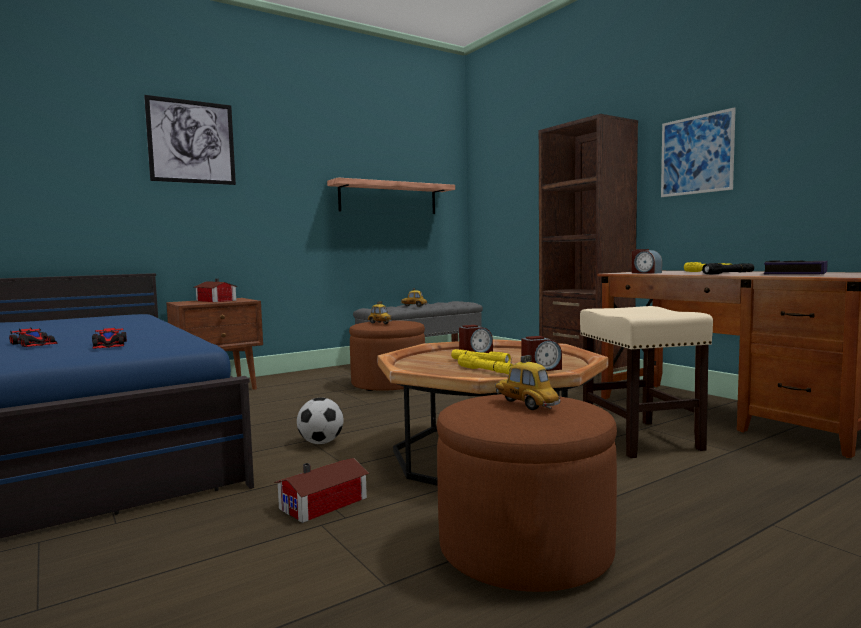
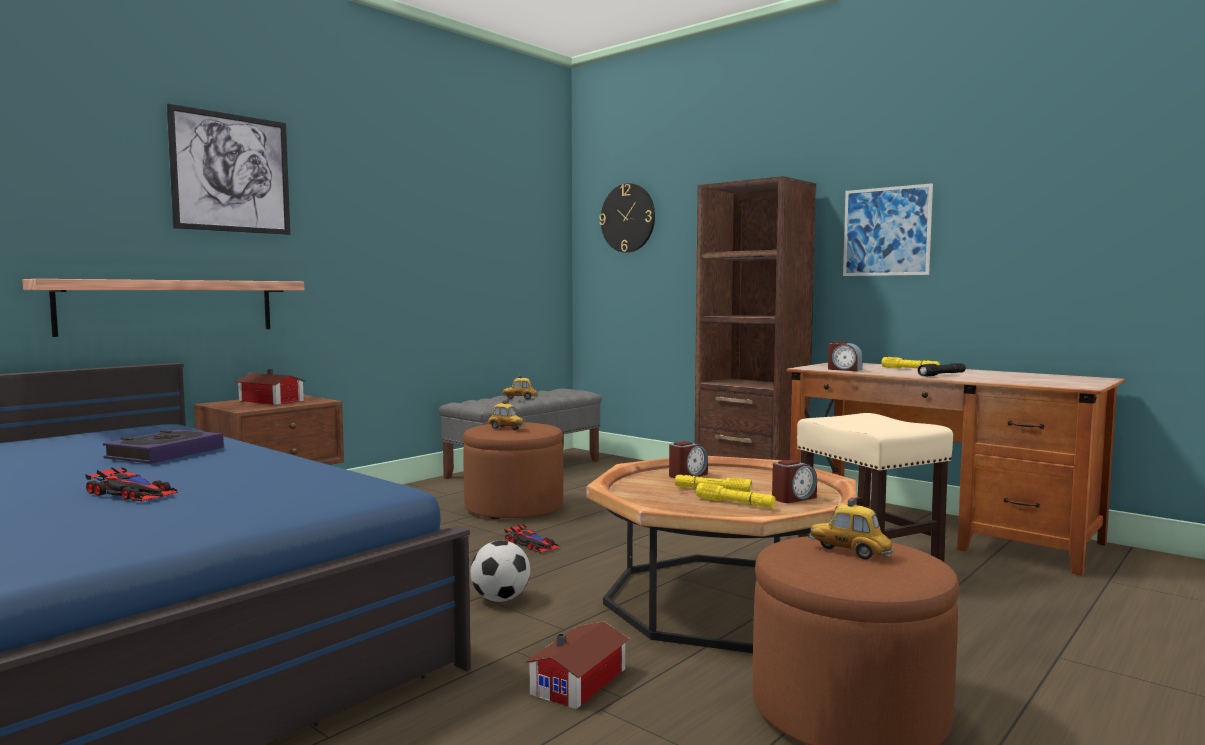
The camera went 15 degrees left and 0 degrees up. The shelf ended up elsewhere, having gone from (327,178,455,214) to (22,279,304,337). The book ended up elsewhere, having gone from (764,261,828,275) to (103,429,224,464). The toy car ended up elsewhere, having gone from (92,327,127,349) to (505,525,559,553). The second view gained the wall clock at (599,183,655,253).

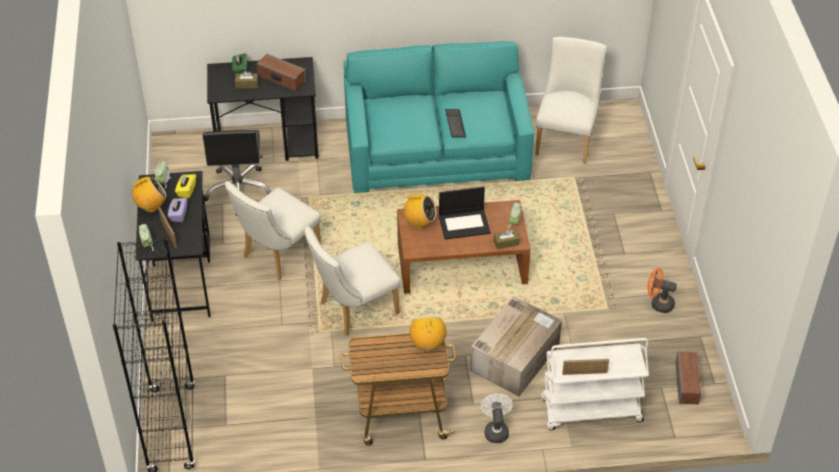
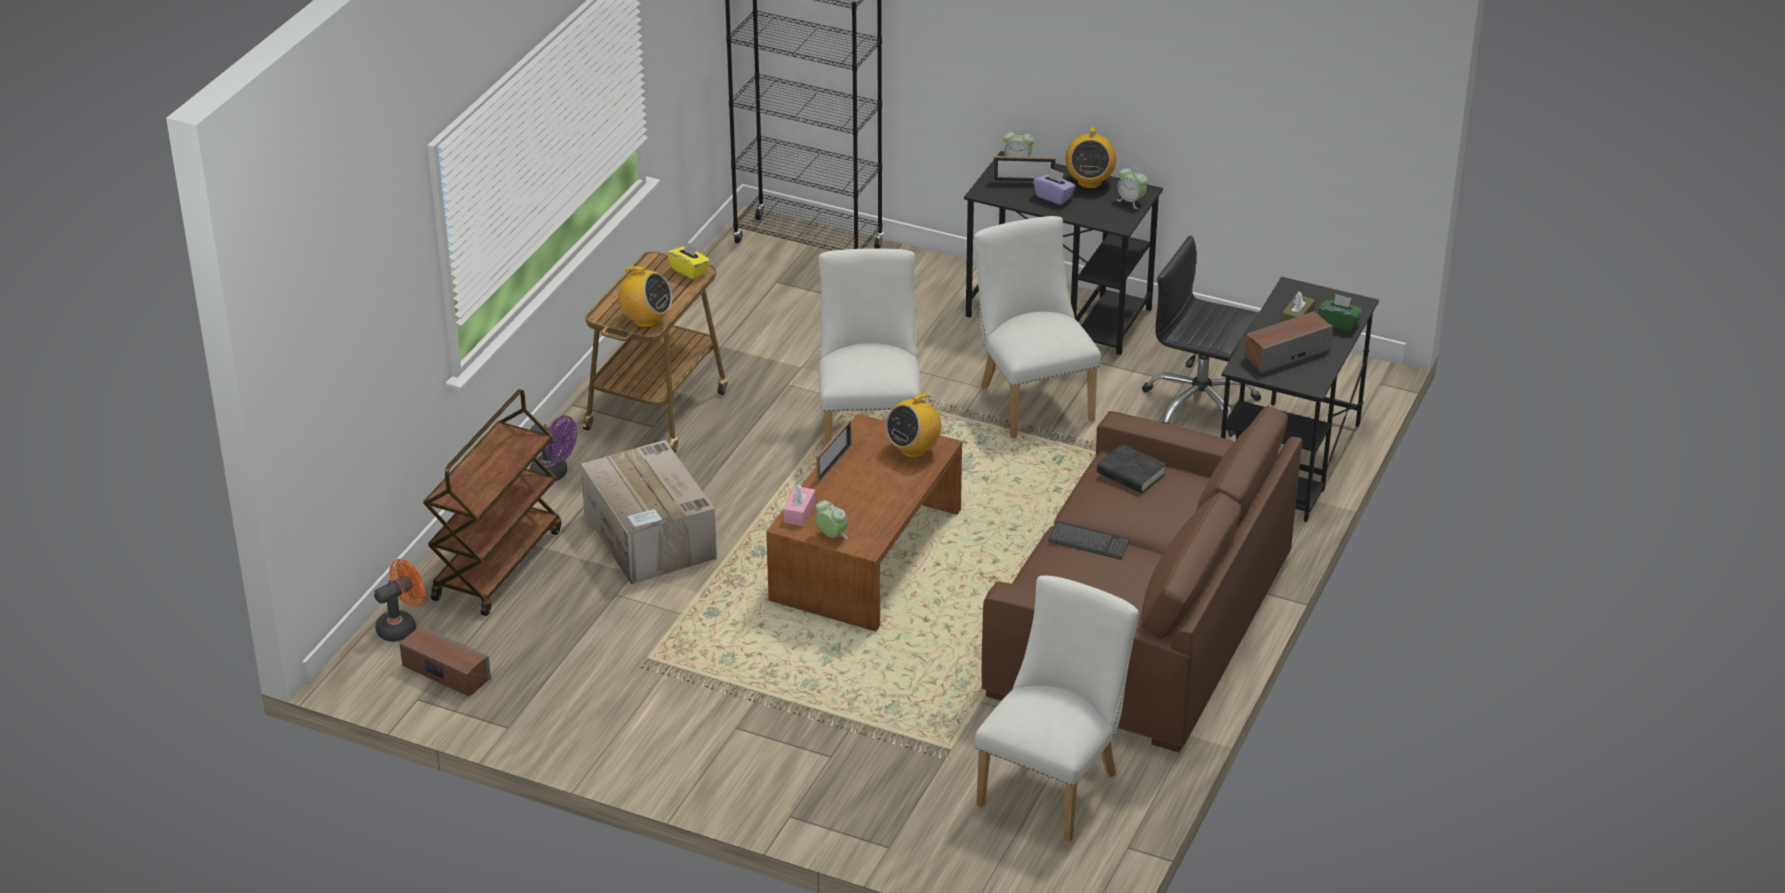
The camera went 120 degrees right and 10 degrees down. The white chair at (535,37,607,164) ended up facing another way, 105 degrees counterclockwise from before. What was the turquoise sofa at (344,41,534,193) turned into the brown sofa at (981,405,1302,752). The yellow tissue box ended up elsewhere, having gone from (175,174,196,198) to (667,242,710,280). The second view lost the laptop at (439,187,491,240). What was the brown tissue box at (494,230,520,249) turned into the pink tissue box at (783,484,815,526). The orange fan ended up elsewhere, having gone from (647,268,677,313) to (374,559,425,642). What was the white cart at (541,338,649,430) turned into the brown cart at (423,389,561,616). The picture frame ended up elsewhere, having gone from (562,359,609,375) to (816,420,851,482). What was the white fan at (480,394,513,443) turned into the purple fan at (530,416,577,481). The second view gained the black book at (1097,444,1166,493).

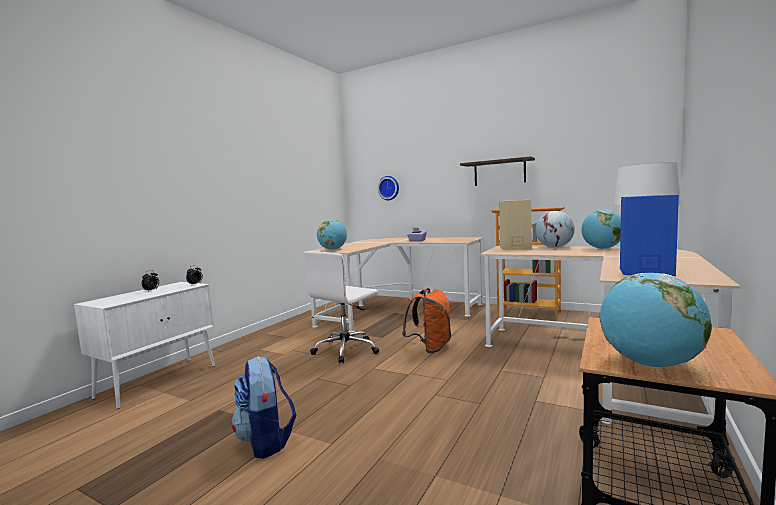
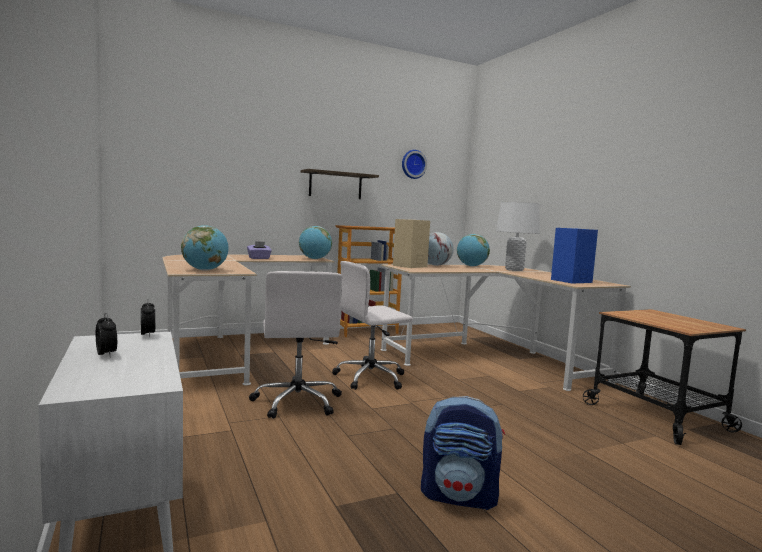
The camera went 55 degrees left and 0 degrees up. The wall clock ended up elsewhere, having gone from (378,176,399,200) to (402,150,427,179). The globe ended up elsewhere, having gone from (600,273,712,367) to (299,226,332,259). Where the orange backpack stood at (402,288,451,353), the white office chair came to stand at (332,261,413,390).

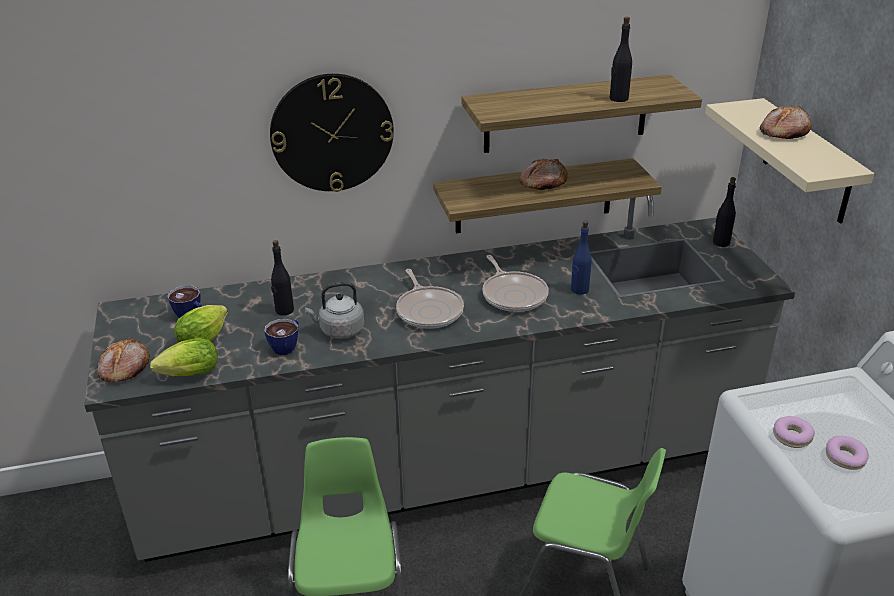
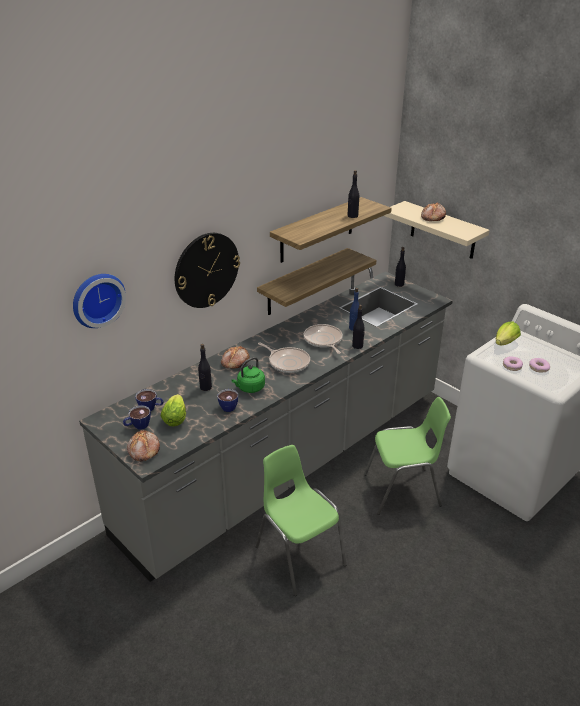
The camera went 30 degrees left and 0 degrees up. The bread ended up elsewhere, having gone from (519,158,568,190) to (221,346,250,368). The frying pan at (482,255,549,312) ended up facing another way, 150 degrees counterclockwise from before. What was the grey kettle at (304,282,364,339) turned into the green kettle at (231,357,265,393). The lettuce ended up elsewhere, having gone from (150,338,217,376) to (496,321,521,345). The second view gained the wall clock at (73,274,126,328). The second view gained the black bottle at (352,305,365,349). The second view gained the cup at (123,405,151,430).

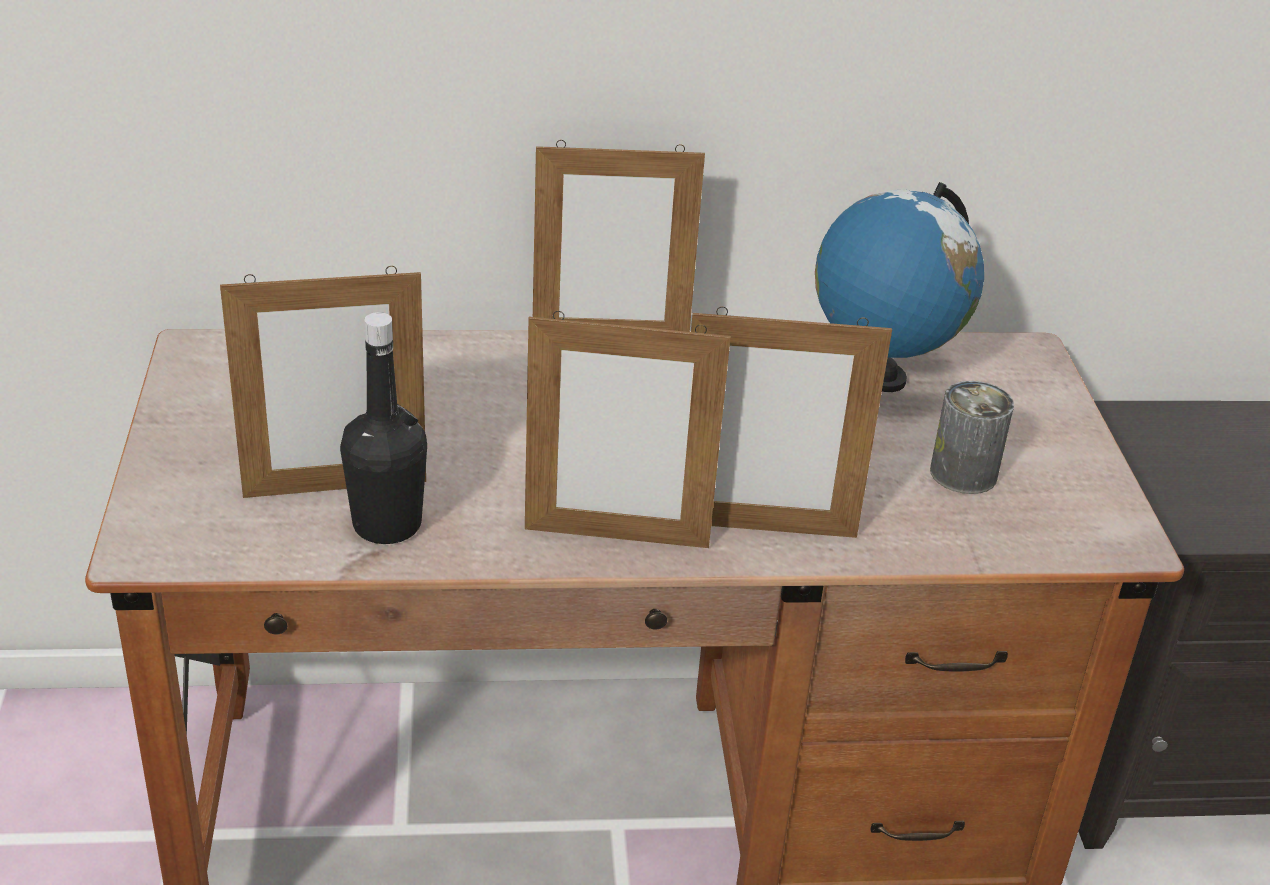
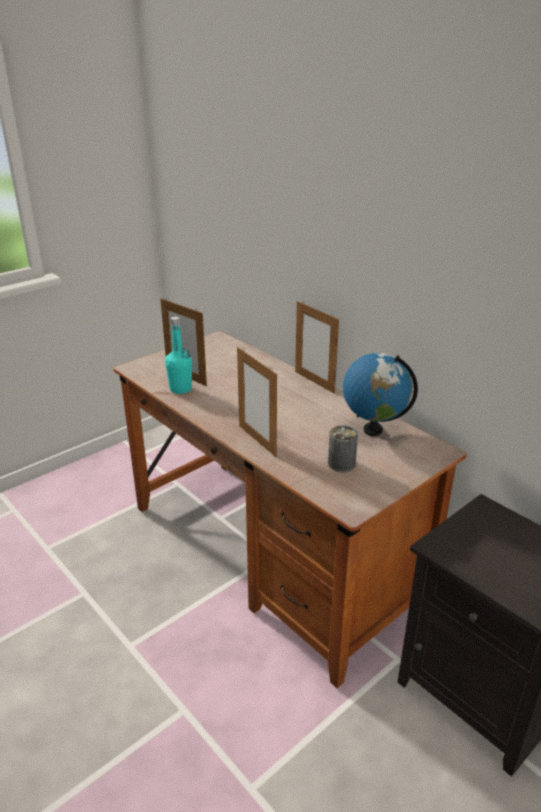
The camera went 55 degrees right and 5 degrees down. The second view lost the picture frame at (525,311,731,548). What was the black bottle at (340,312,427,544) turned into the turquoise bottle at (165,317,192,394).

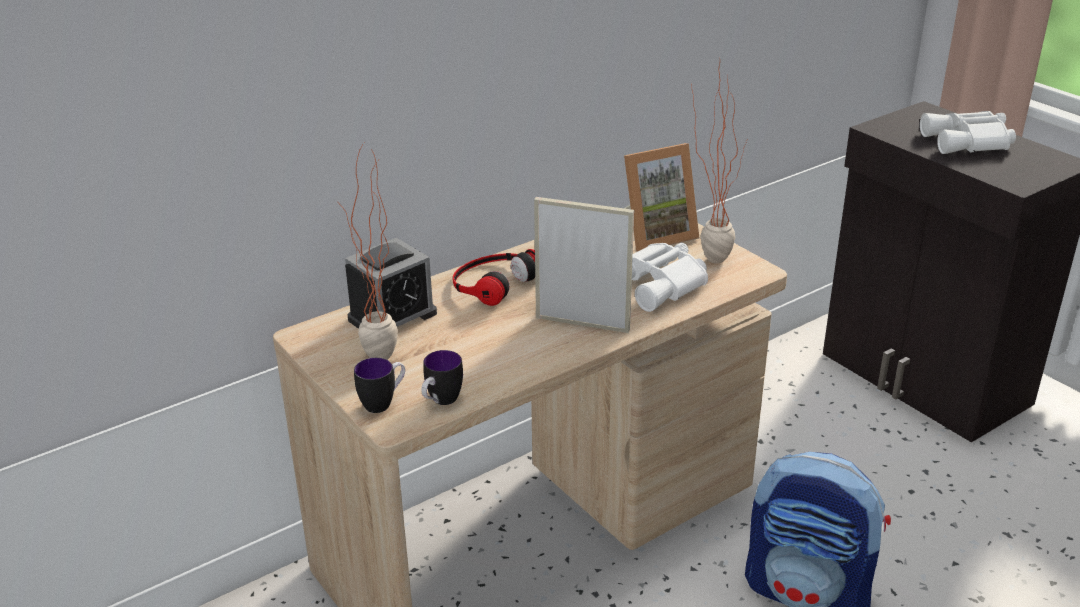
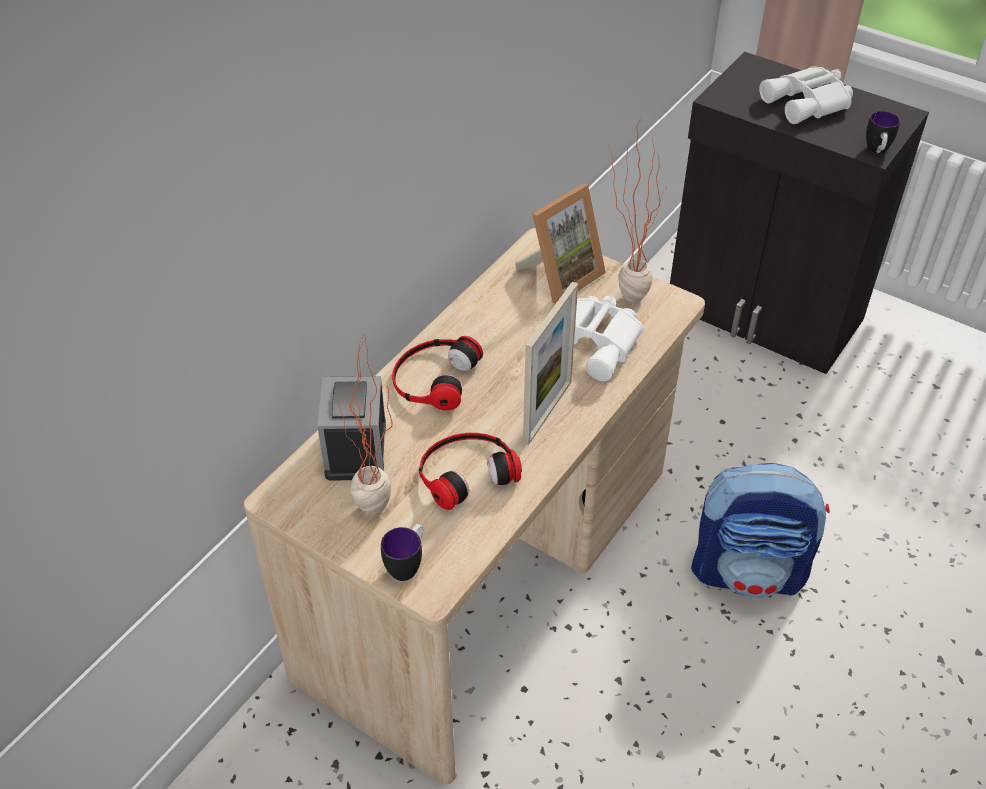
The camera went 20 degrees left and 15 degrees up. The picture frame at (534,197,634,333) ended up facing another way, 120 degrees clockwise from before. The alarm clock at (345,238,437,329) ended up facing another way, 150 degrees clockwise from before. The mug ended up elsewhere, having gone from (421,350,463,405) to (866,111,900,154). The second view gained the headphones at (419,433,522,510).

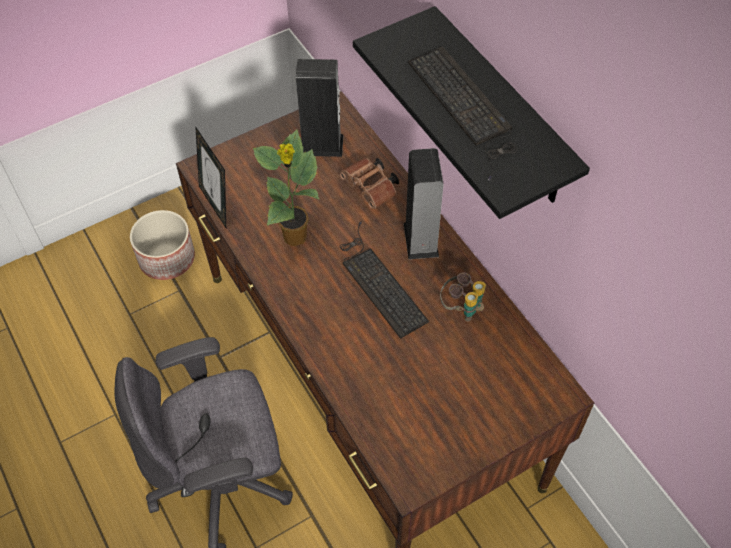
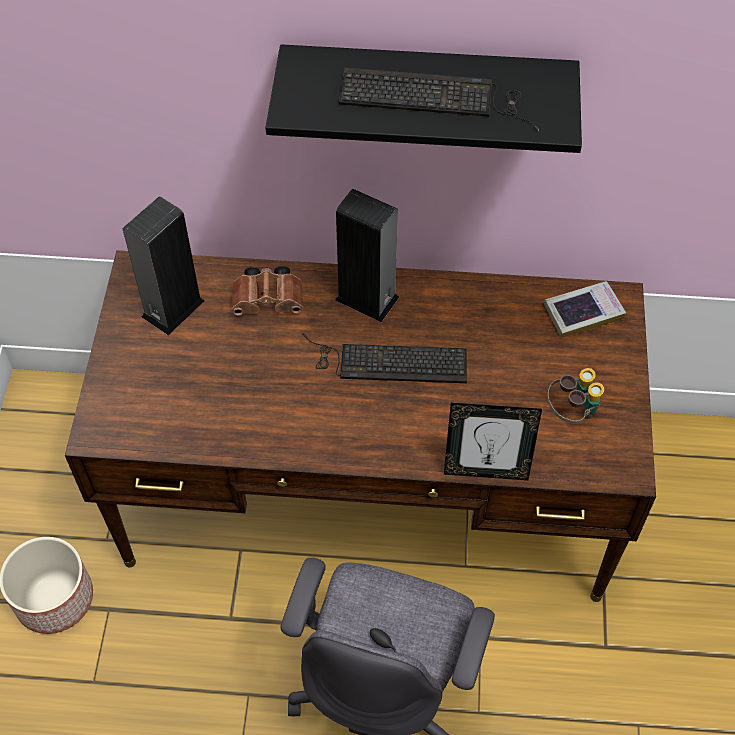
The camera went 55 degrees left and 0 degrees up. The picture frame ended up elsewhere, having gone from (195,126,226,228) to (444,403,542,480). The second view lost the potted plant at (253,130,320,246). The binoculars ended up elsewhere, having gone from (440,272,486,321) to (547,368,604,424). The second view gained the book at (544,281,626,338).

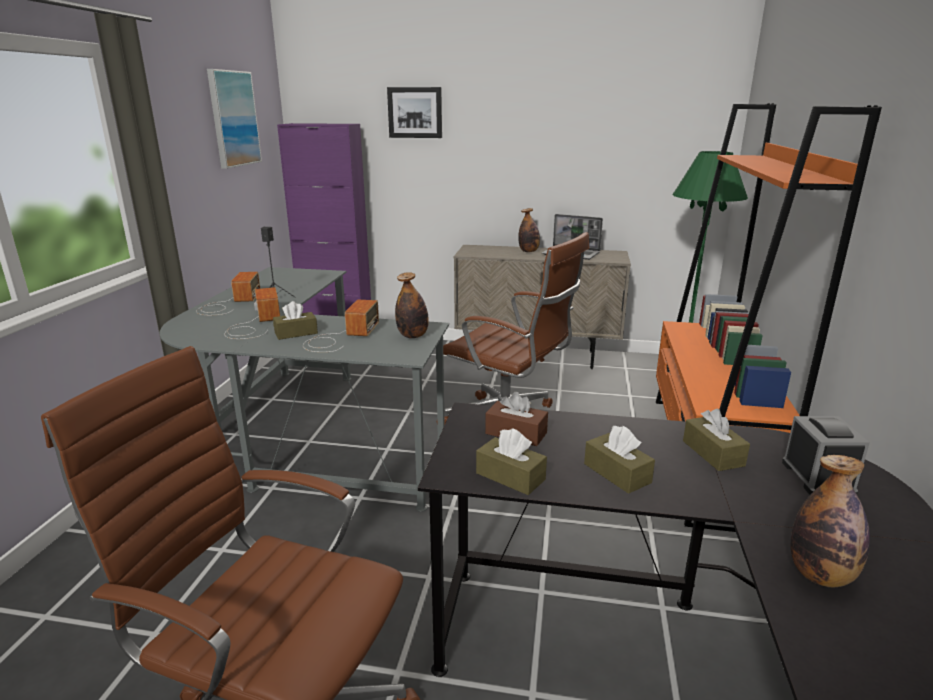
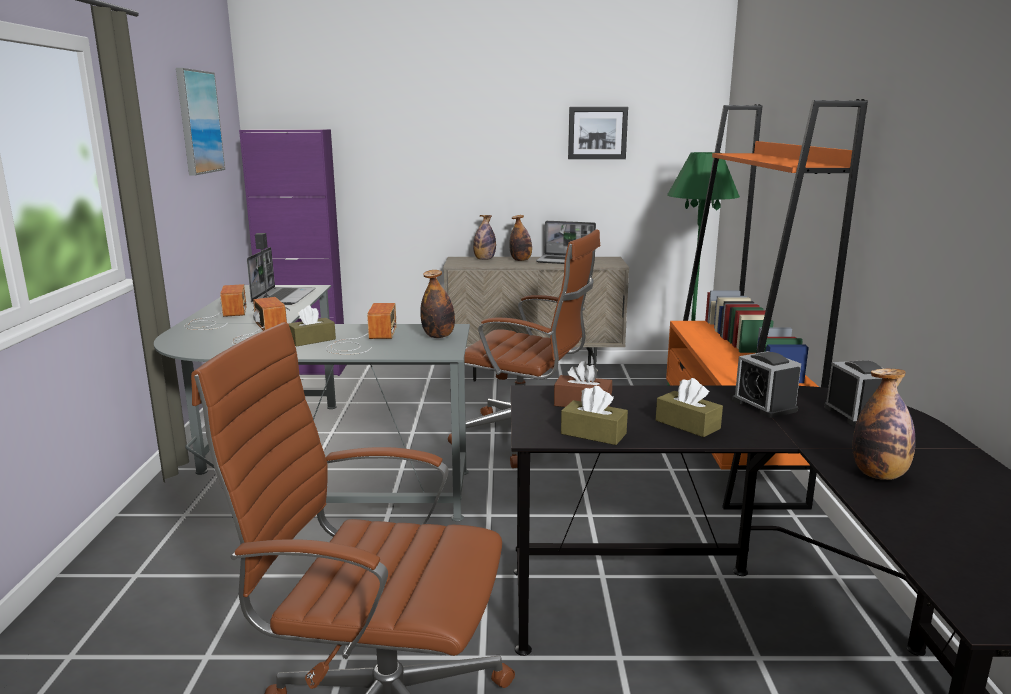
The camera went 10 degrees left and 5 degrees down. The picture ended up elsewhere, having gone from (387,87,442,138) to (568,107,628,159). Where the brown tissue box stood at (683,409,750,471), the alarm clock came to stand at (733,351,801,418). The second view gained the bottle at (473,215,496,260). The second view gained the laptop at (247,247,316,305).

